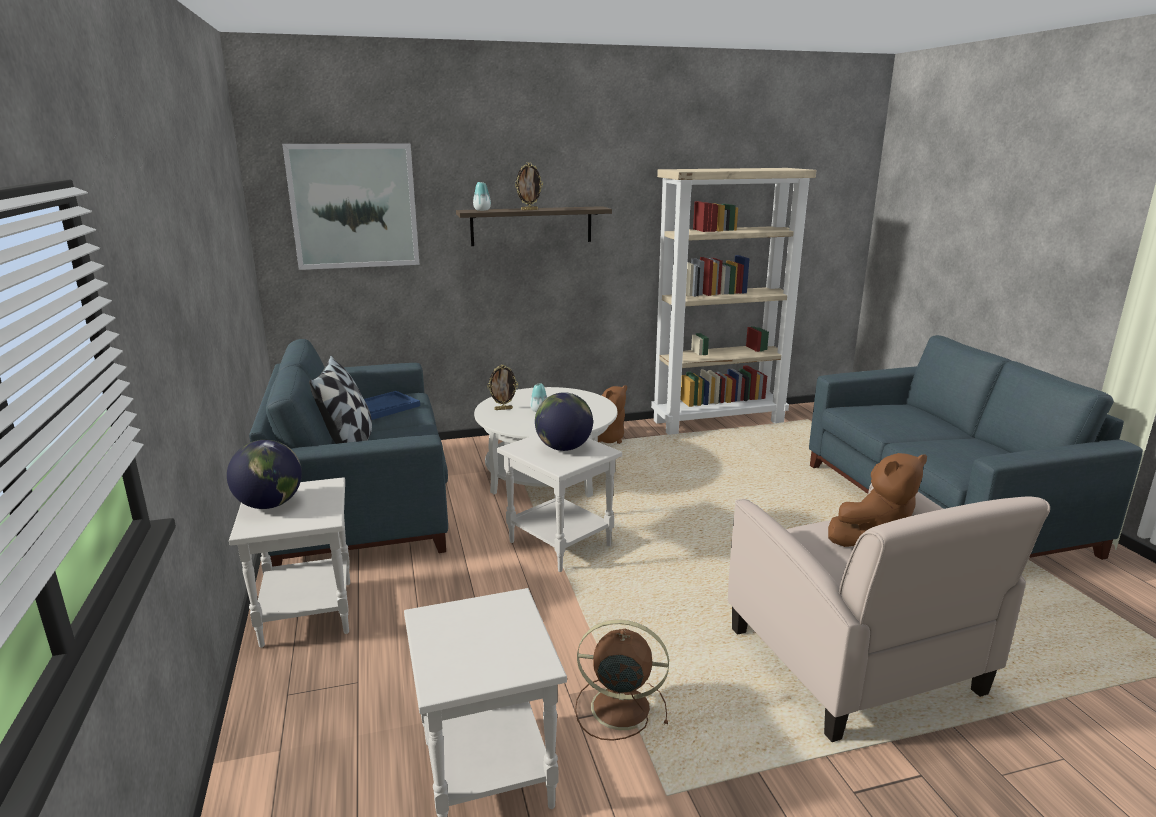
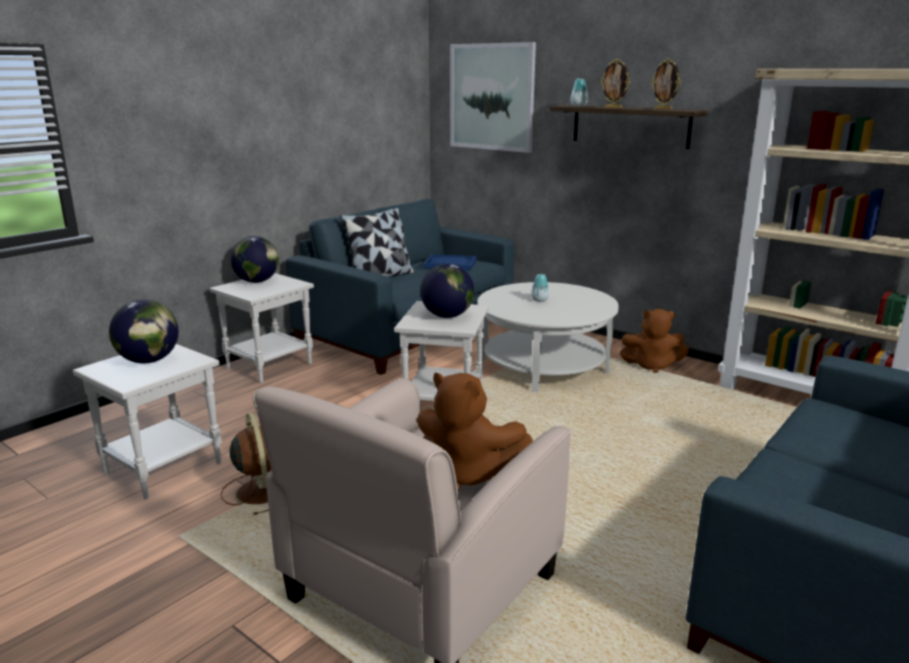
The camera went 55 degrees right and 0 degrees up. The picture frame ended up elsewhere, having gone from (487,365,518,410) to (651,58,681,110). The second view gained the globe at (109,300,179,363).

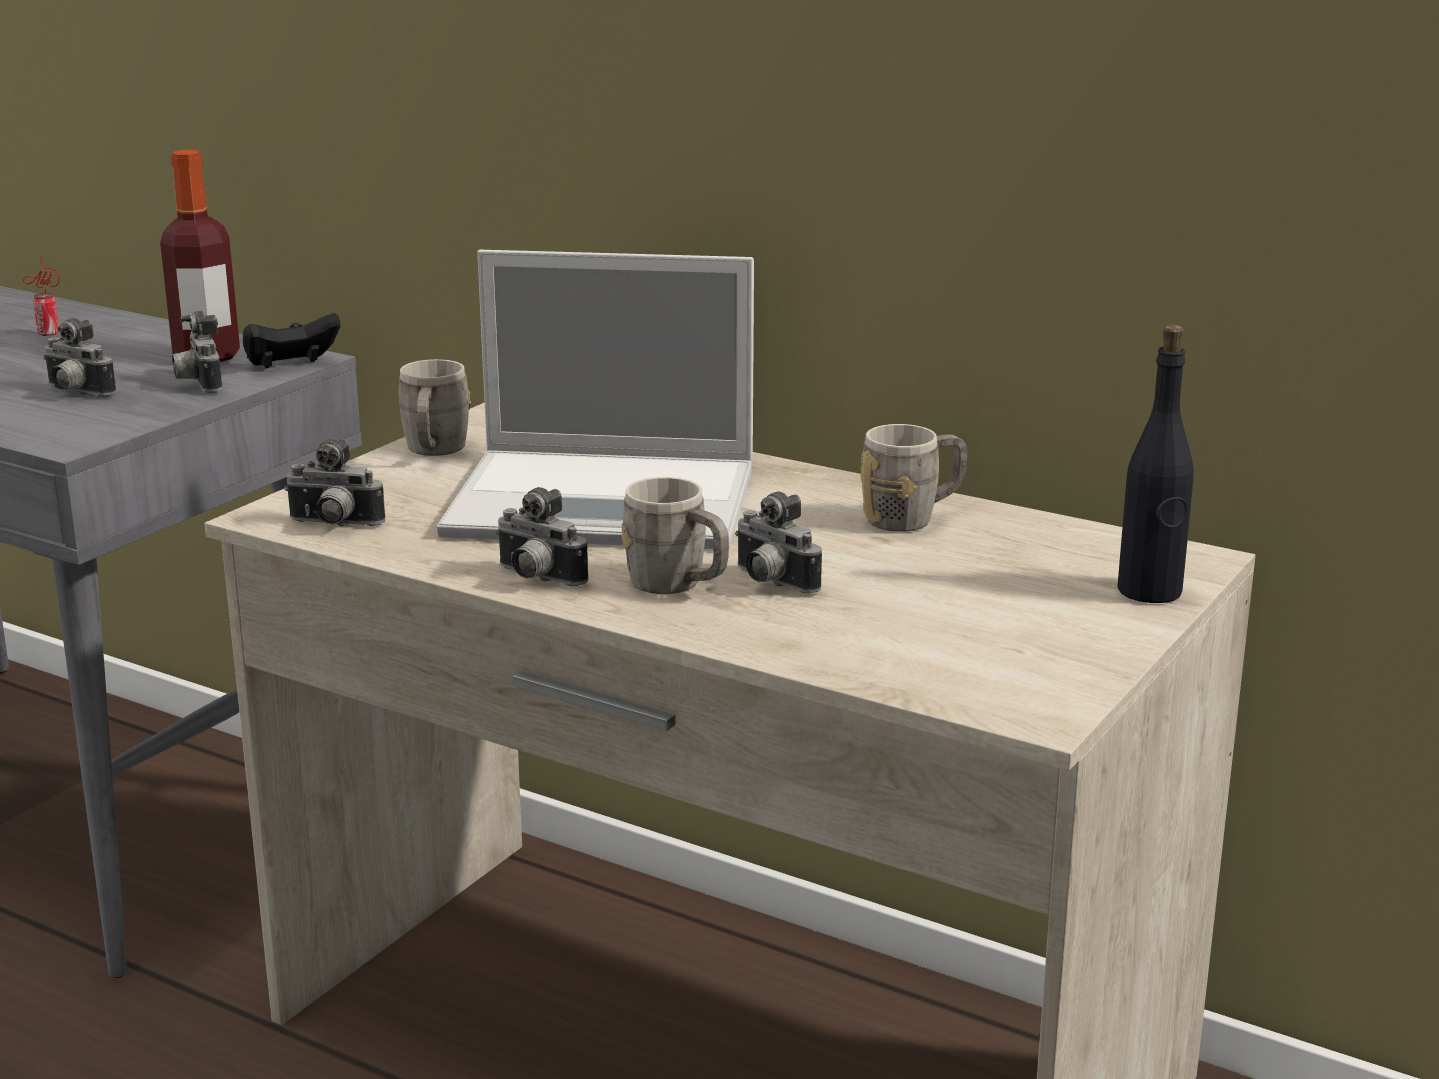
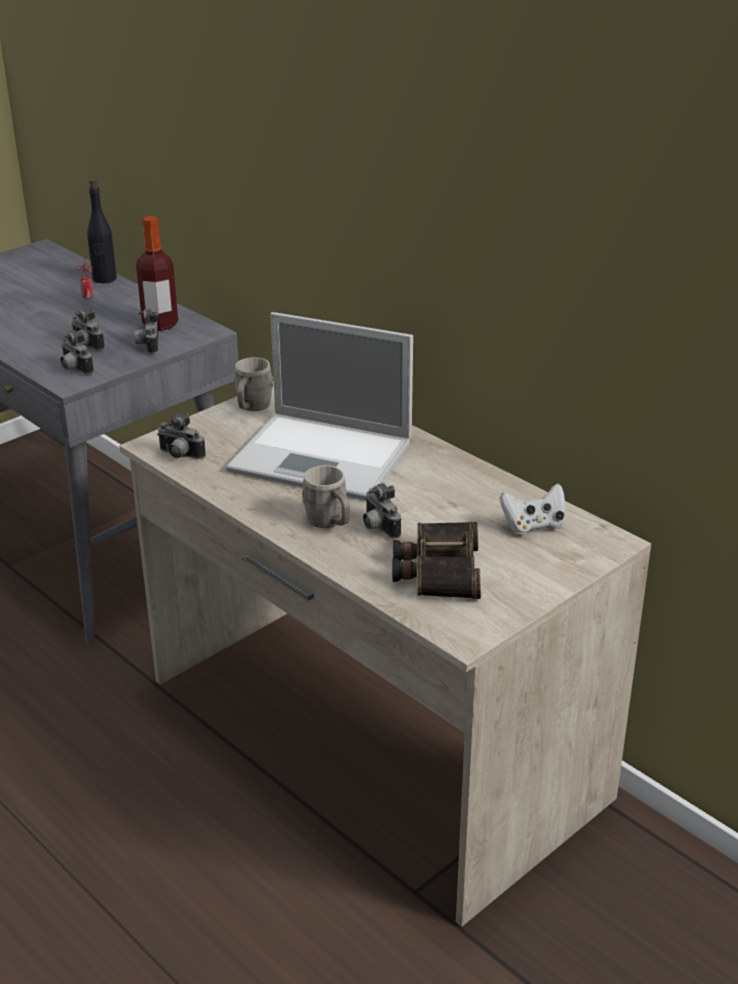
The camera went 15 degrees right and 10 degrees up. The second view lost the black game controller at (243,313,341,369). The black bottle ended up elsewhere, having gone from (1117,324,1194,603) to (87,178,117,283). The second view lost the grey mug at (860,424,967,532). The photo camera ended up elsewhere, having gone from (496,487,589,586) to (60,330,94,375). The second view gained the white game controller at (500,484,566,535). The second view gained the binoculars at (392,521,481,599).

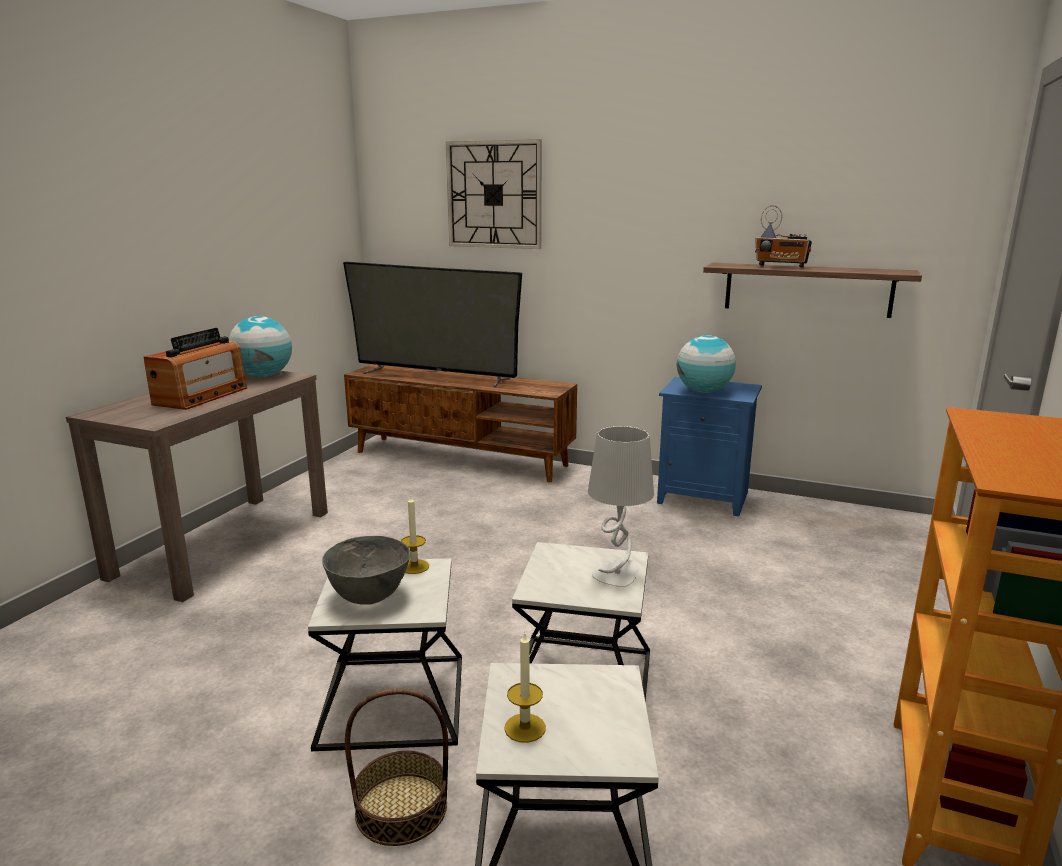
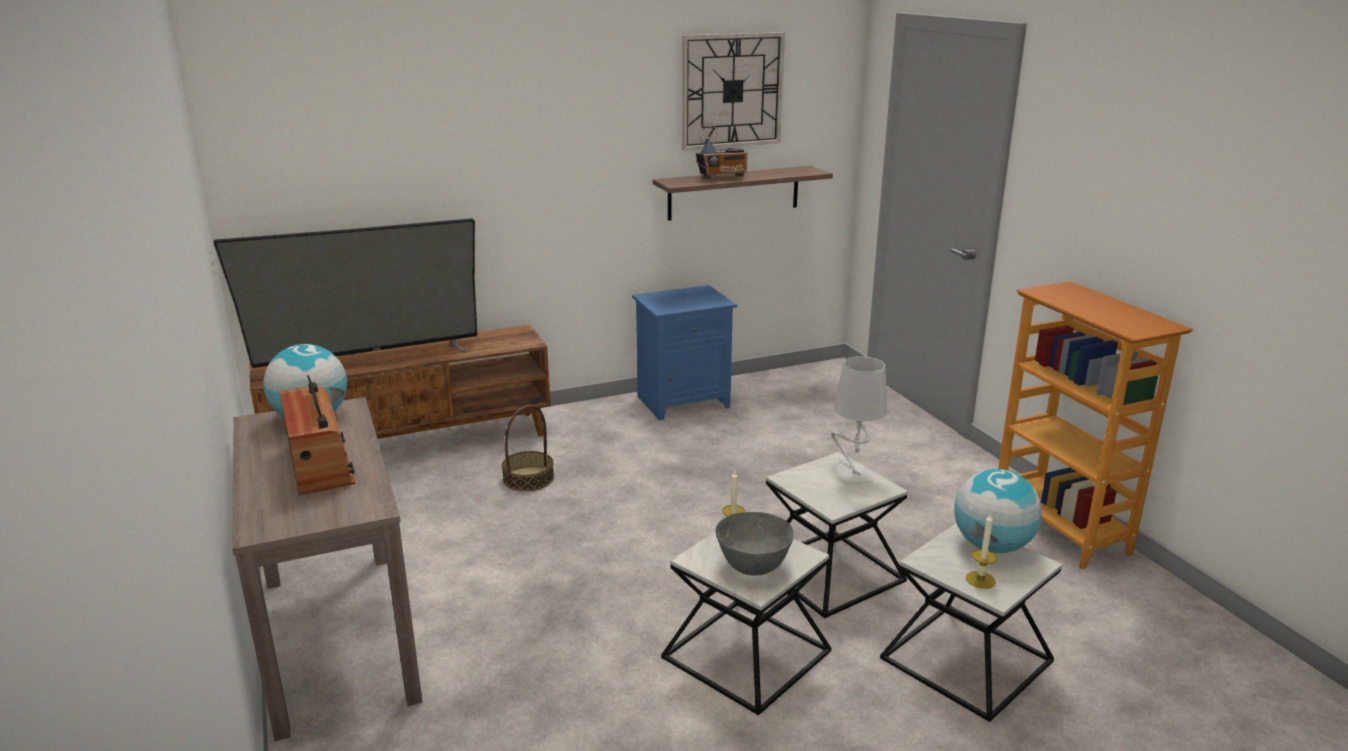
The camera went 45 degrees left and 5 degrees up. The wall clock ended up elsewhere, having gone from (446,139,542,249) to (682,32,785,150). The globe ended up elsewhere, having gone from (677,335,736,393) to (954,469,1042,553). The basket ended up elsewhere, having gone from (345,689,448,846) to (502,405,554,491).

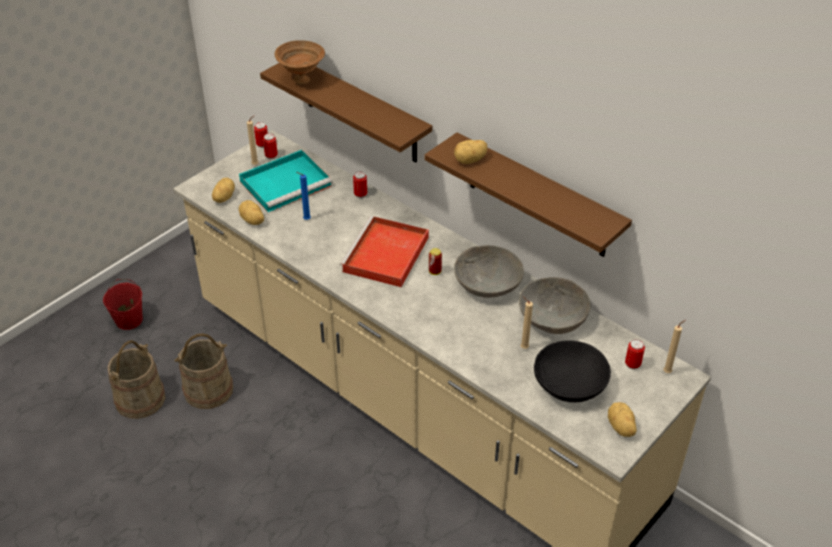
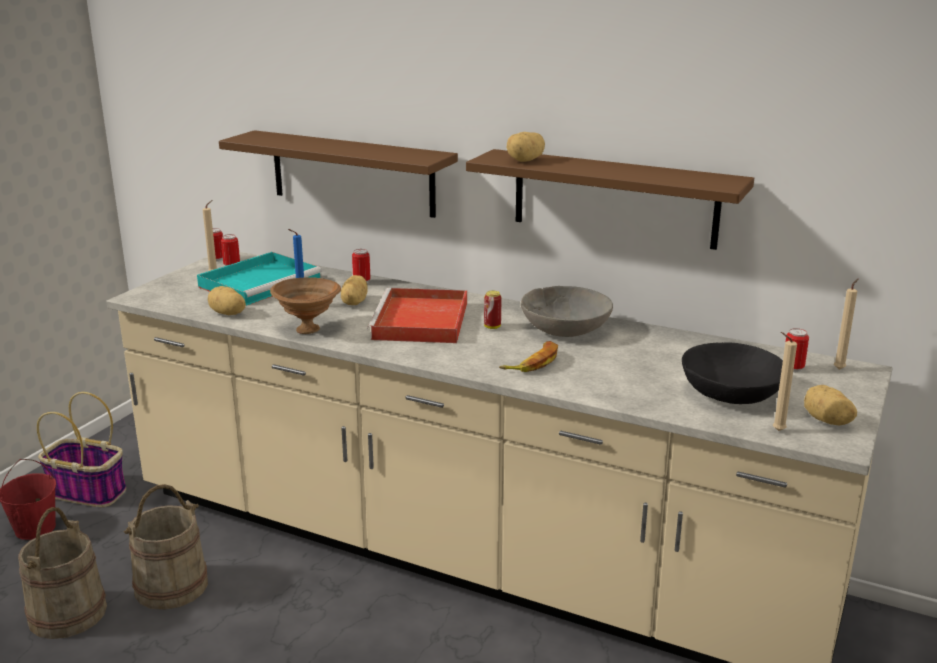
The camera went 15 degrees left and 20 degrees down. The brown bowl ended up elsewhere, having gone from (275,40,325,85) to (270,277,341,334). The potato ended up elsewhere, having gone from (212,177,235,203) to (341,275,368,305). The second view lost the grey bowl at (519,277,591,334). The beige candle ended up elsewhere, having gone from (521,296,533,349) to (773,332,797,431). The second view gained the banana at (499,341,558,372). The second view gained the basket at (37,392,126,507).

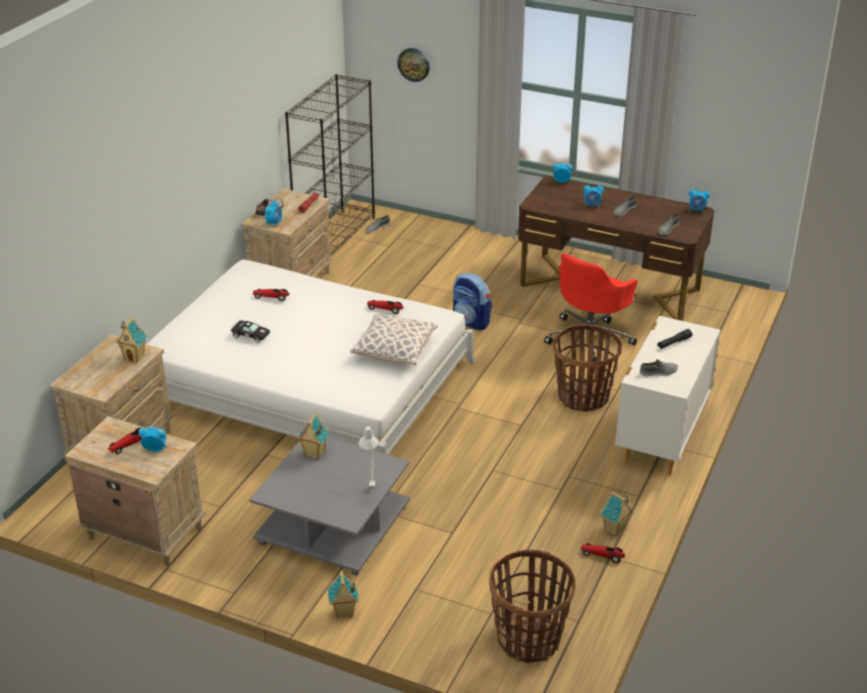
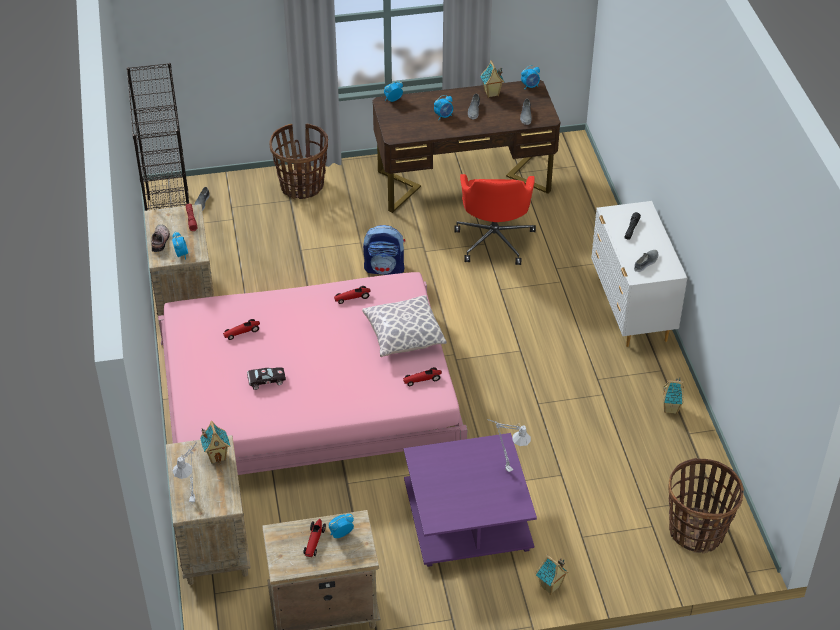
The camera went 35 degrees left and 10 degrees up. The second view lost the wall clock at (397,48,430,82). What was the white bed at (147,259,475,455) turned into the pink bed at (158,272,467,475). The basket ended up elsewhere, having gone from (553,324,622,412) to (269,123,328,199). The toy house ended up elsewhere, having gone from (298,413,329,460) to (480,61,504,98). What was the grey coffee table at (249,437,410,575) turned into the purple coffee table at (404,433,537,567). The toy car ended up elsewhere, having gone from (581,543,625,563) to (403,367,442,386). The second view gained the grey table lamp at (172,442,197,502).

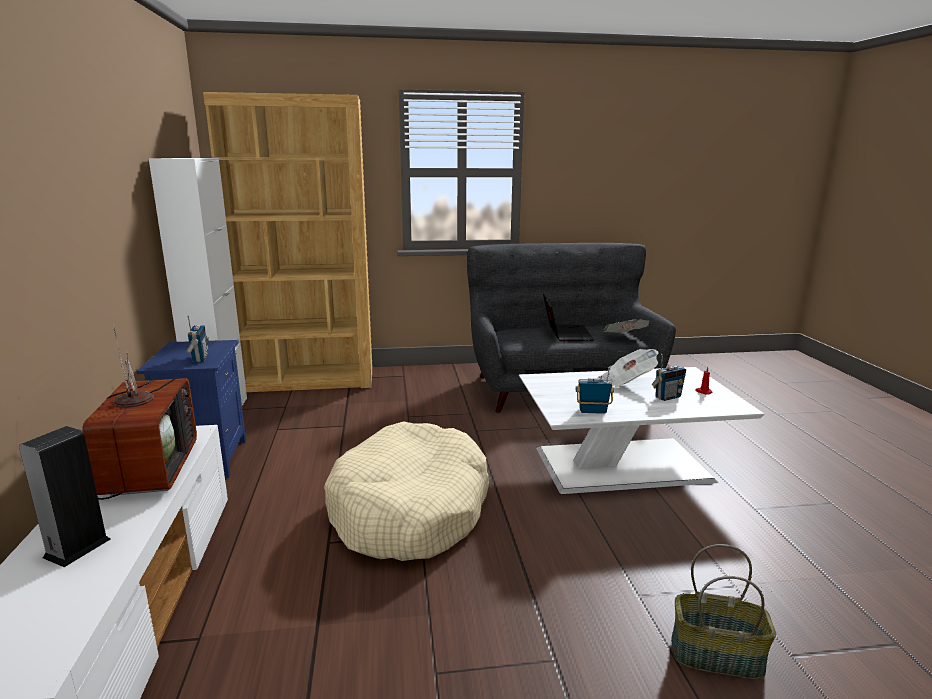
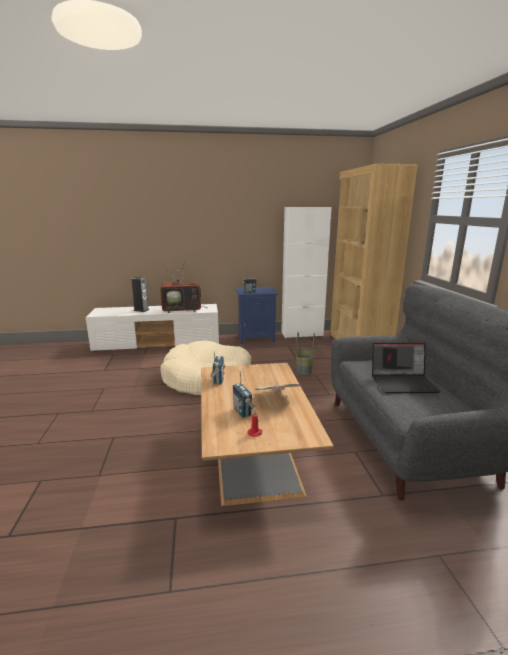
The camera went 90 degrees right and 0 degrees up. The second view lost the newspaper at (603,319,650,332). What was the white coffee table at (519,367,764,494) turned into the brown coffee table at (201,363,334,506). The basket ended up elsewhere, having gone from (671,544,776,679) to (296,332,315,375).

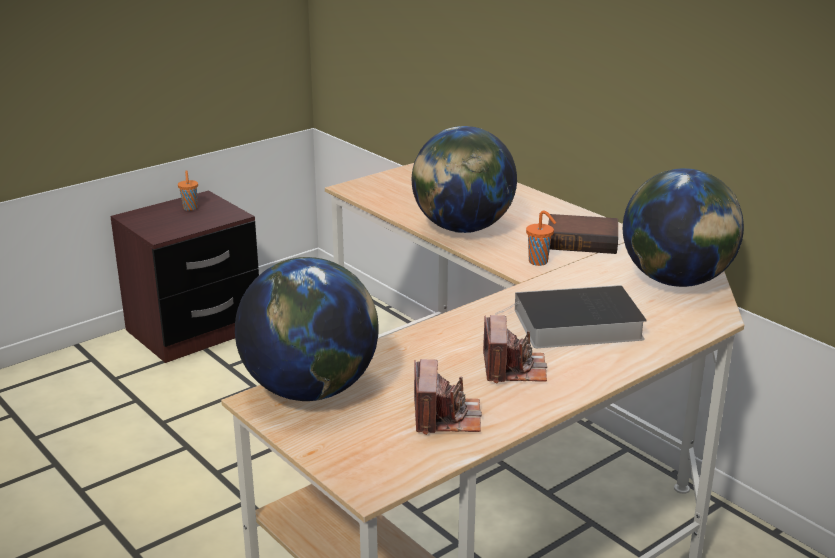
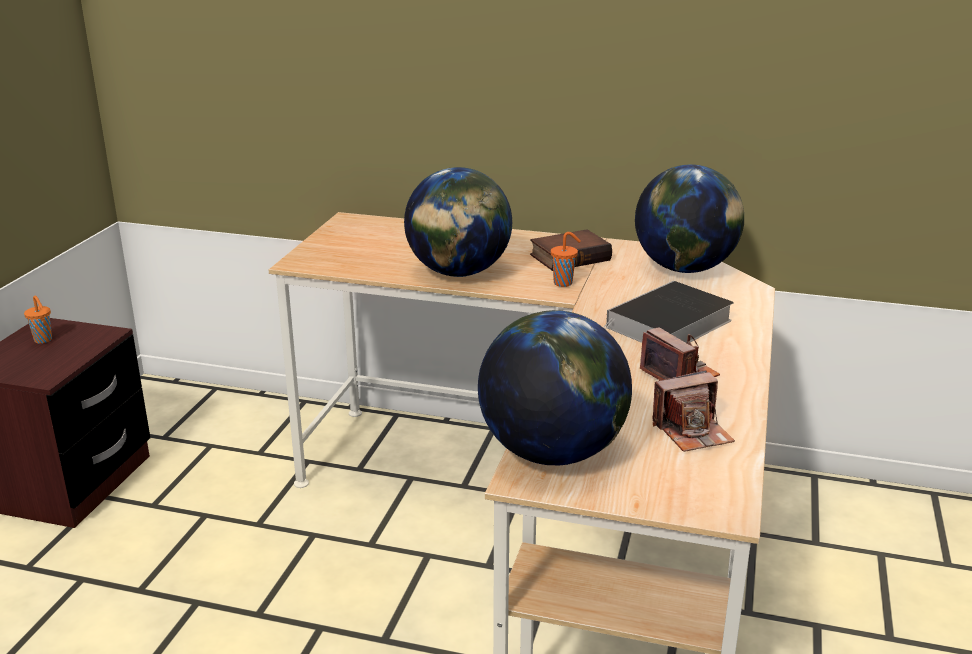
The camera went 35 degrees left and 0 degrees up. The photo camera at (414,359,482,435) ended up facing another way, 105 degrees clockwise from before.

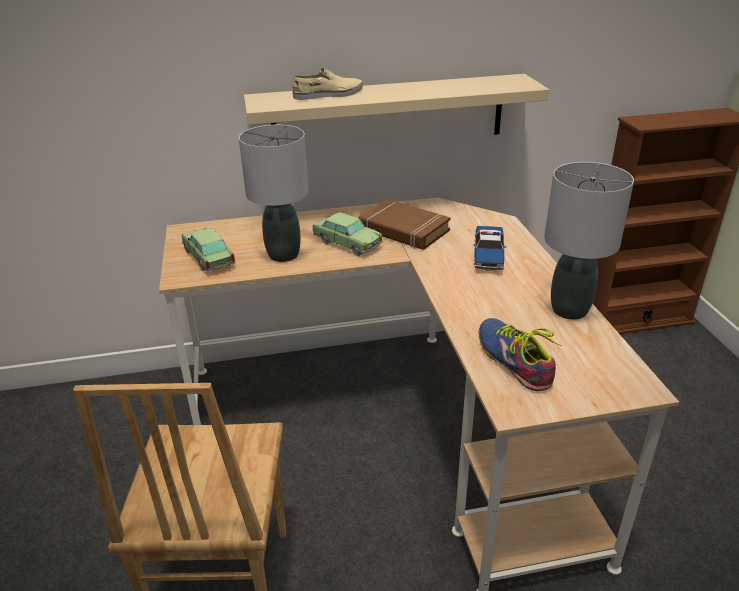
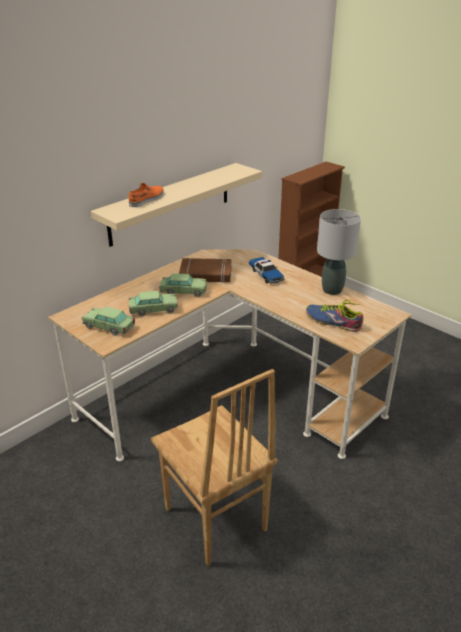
The camera went 35 degrees left and 0 degrees up. What was the beige shoe at (292,67,363,100) turned into the orange shoe at (128,183,164,207). Where the grey table lamp stood at (239,125,309,262), the toy car came to stand at (129,291,178,316).

